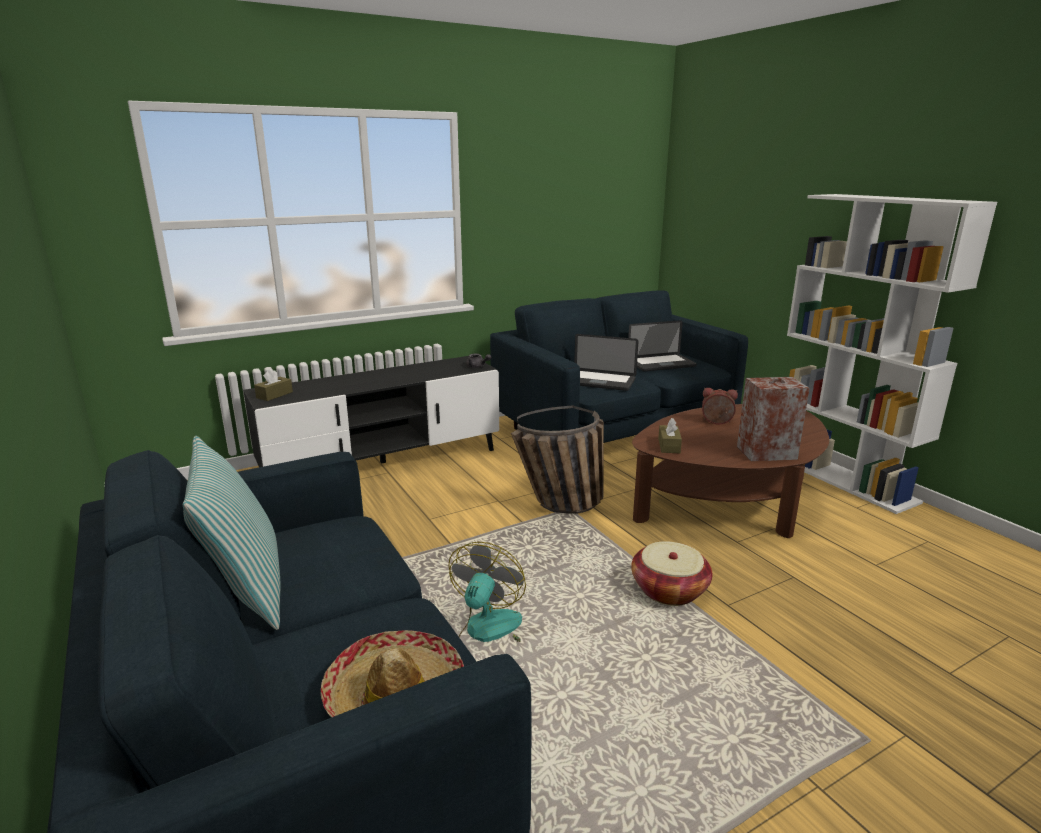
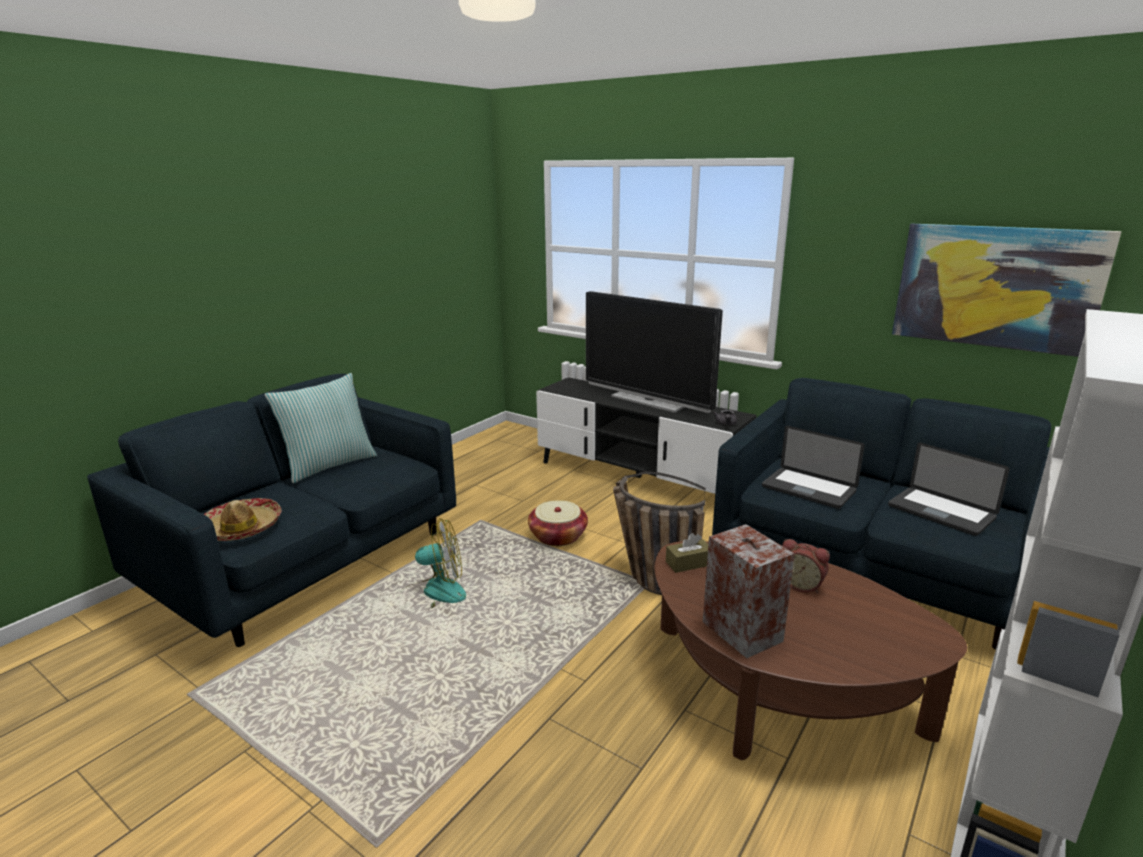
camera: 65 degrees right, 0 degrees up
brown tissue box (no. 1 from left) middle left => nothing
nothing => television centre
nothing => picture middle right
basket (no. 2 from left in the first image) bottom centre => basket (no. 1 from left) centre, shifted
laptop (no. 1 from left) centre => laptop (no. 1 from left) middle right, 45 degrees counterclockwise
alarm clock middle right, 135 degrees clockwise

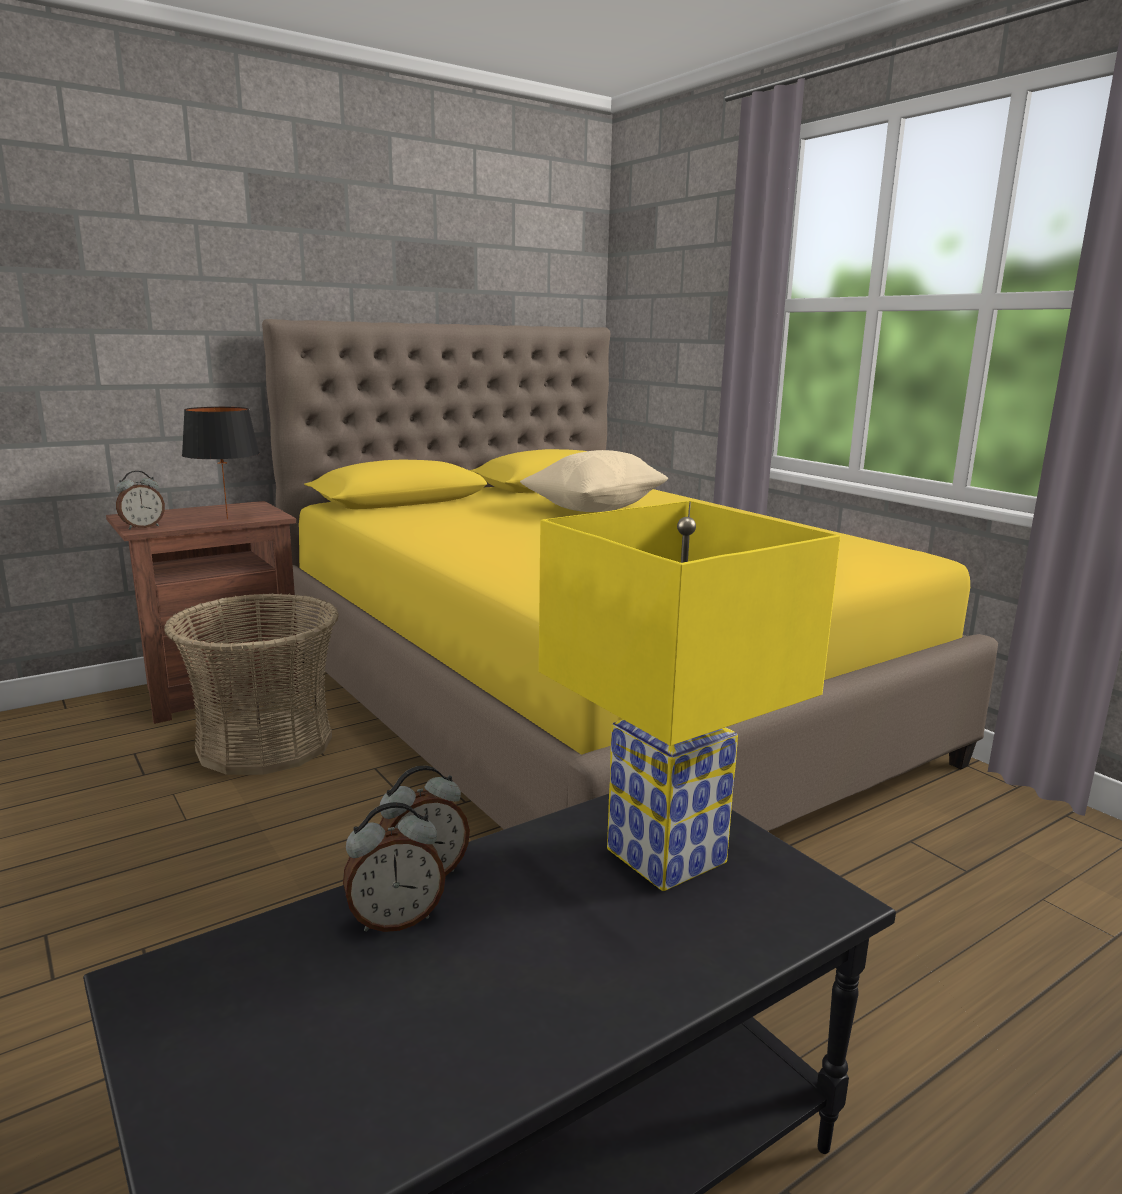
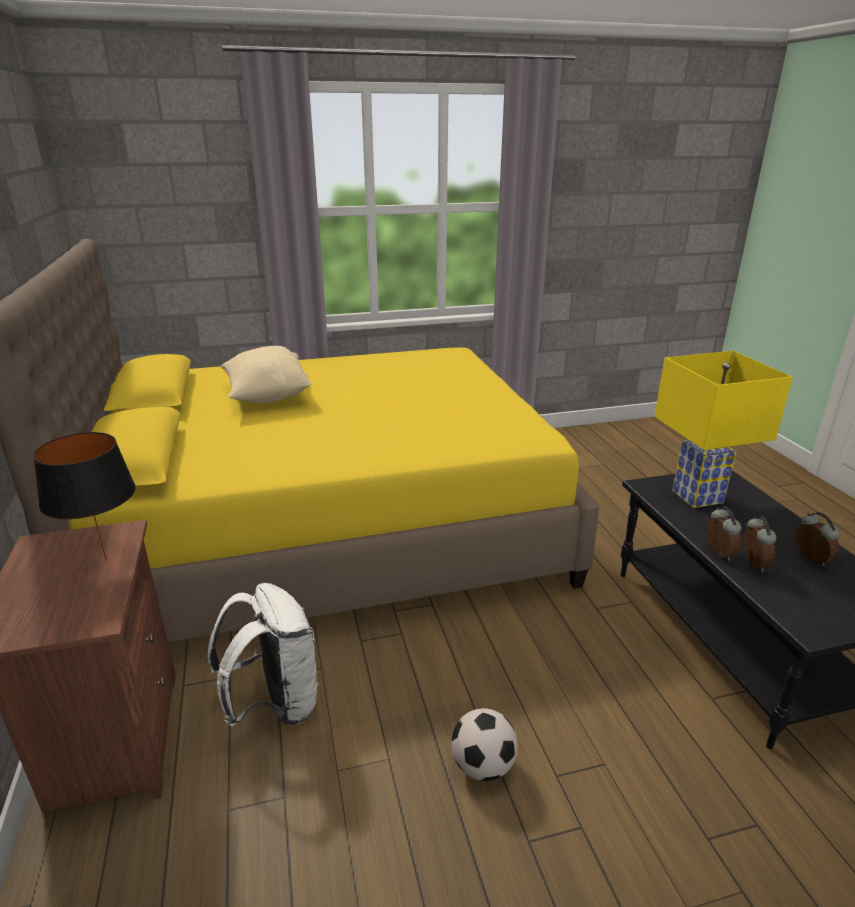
camera: 70 degrees left, 10 degrees up
nothing => football bottom centre
alarm clock (no. 1 from left in the first image) middle left => alarm clock (no. 3 from left) middle right, shifted
basket middle left => white backpack bottom left

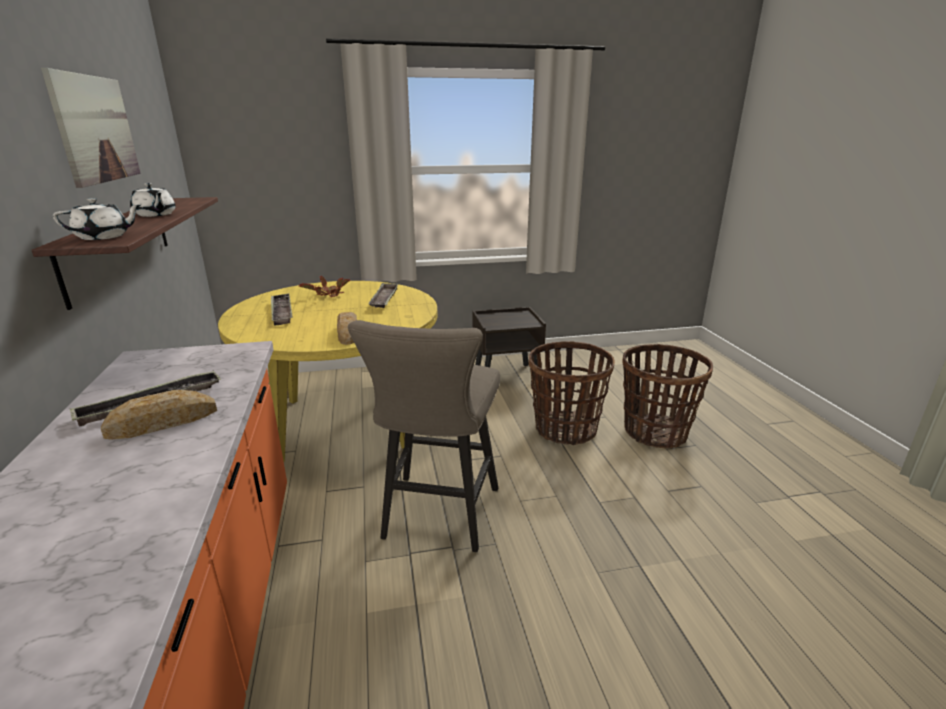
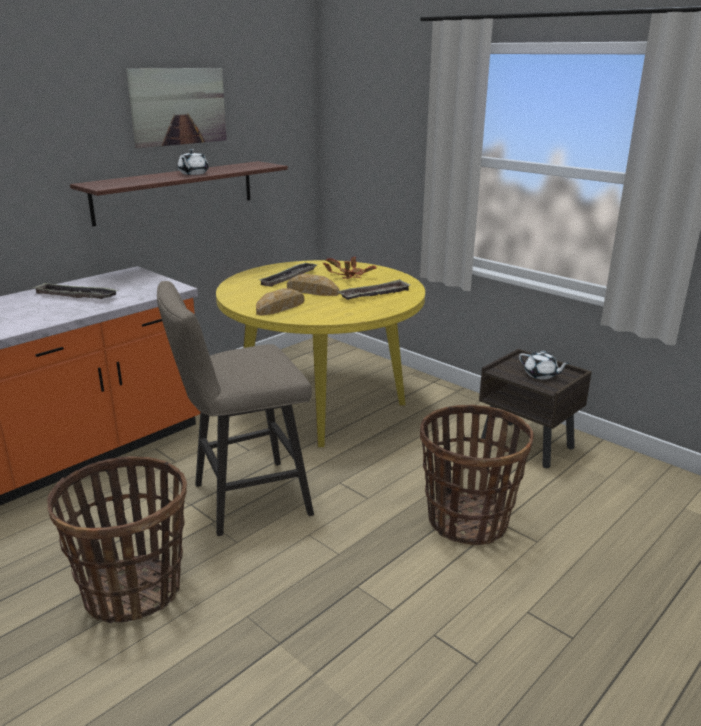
camera: 55 degrees right, 0 degrees up
white teapot (no. 1 from left in the first image) top left => white teapot (no. 2 from left) middle right, shifted
bread (no. 1 from left in the first image) middle left => bread (no. 2 from left) centre, shifted
basket (no. 2 from left in the first image) middle right => basket (no. 1 from left) bottom left, shifted

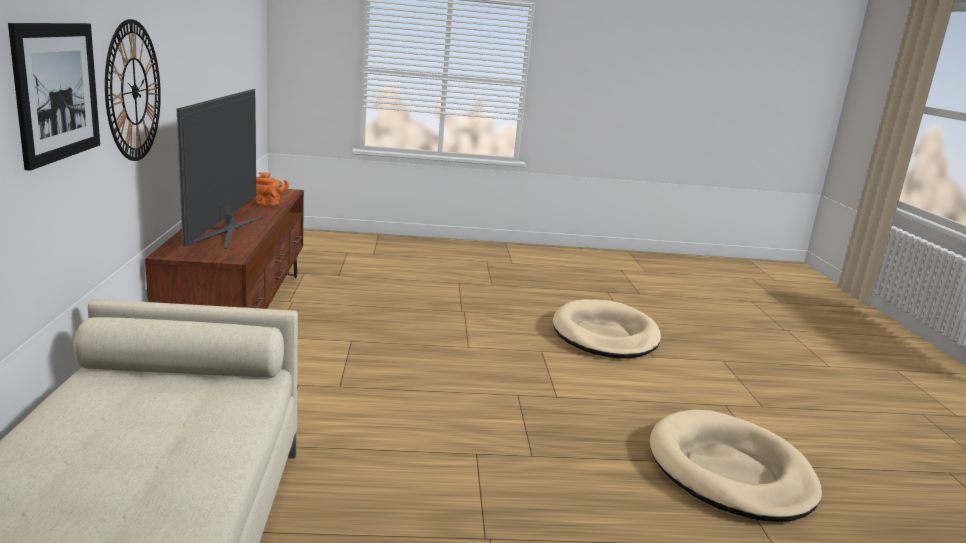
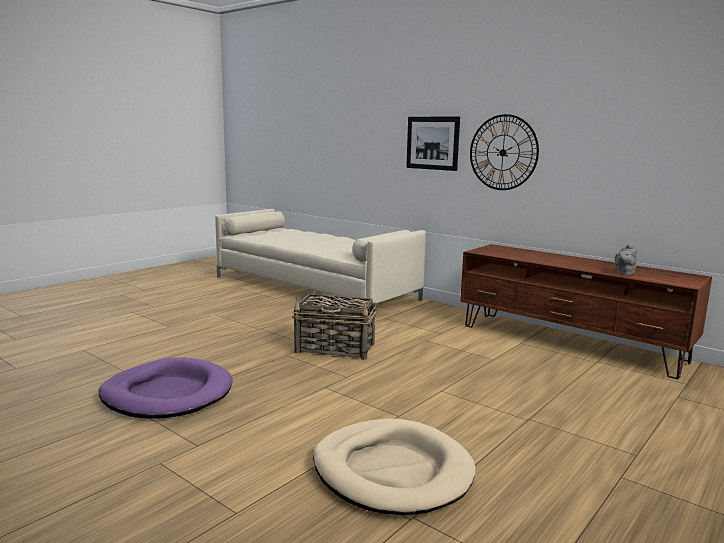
camera: 135 degrees right, 5 degrees down
television top left => nothing
nothing => basket centre
orange teapot middle left => grey teapot middle right
beige dog bed (no. 2 from left) bottom right => purple dog bed bottom left

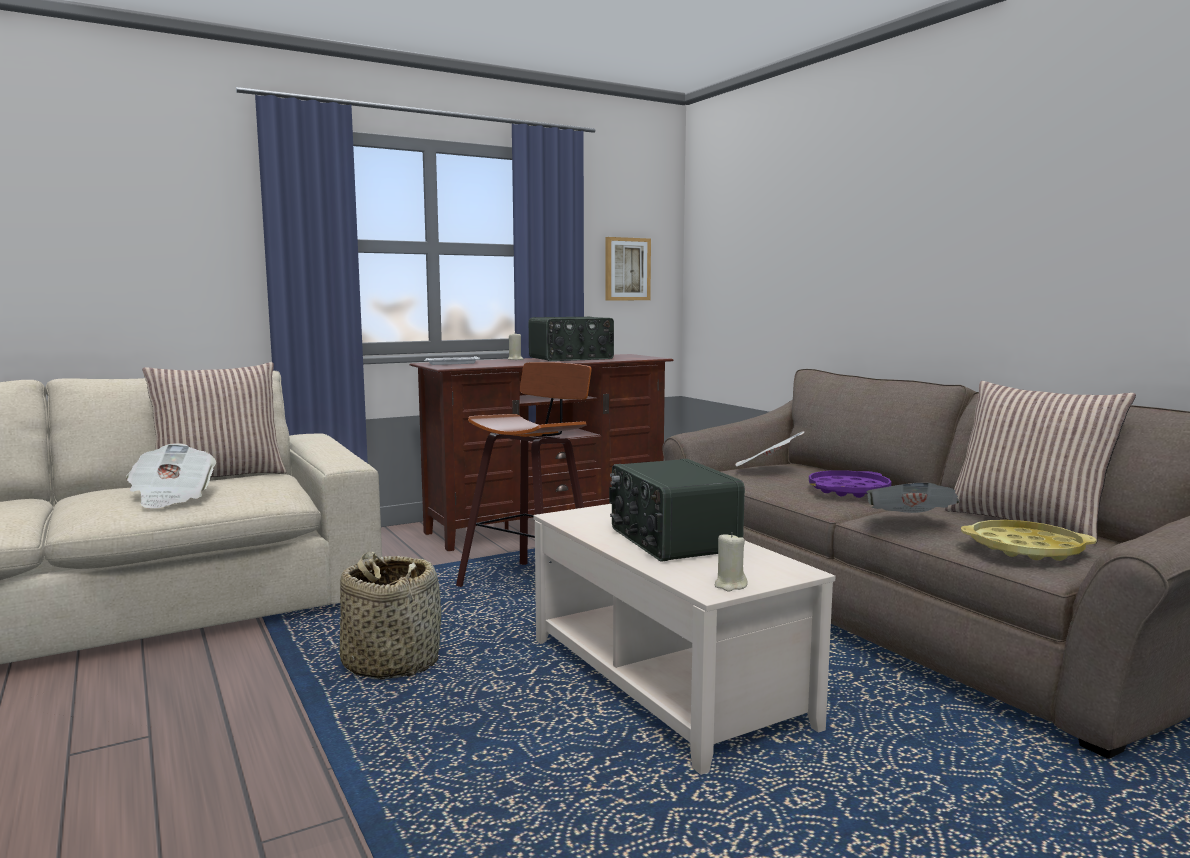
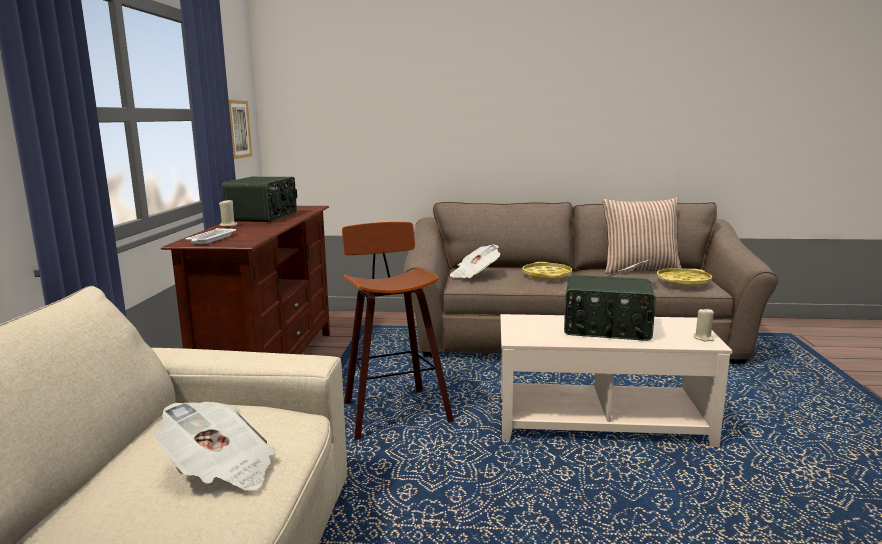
camera: 55 degrees left, 5 degrees up
pillow (no. 1 from left) middle left => nothing
basket bottom left => nothing
purple tray middle right => yellow tray (no. 1 from left) centre

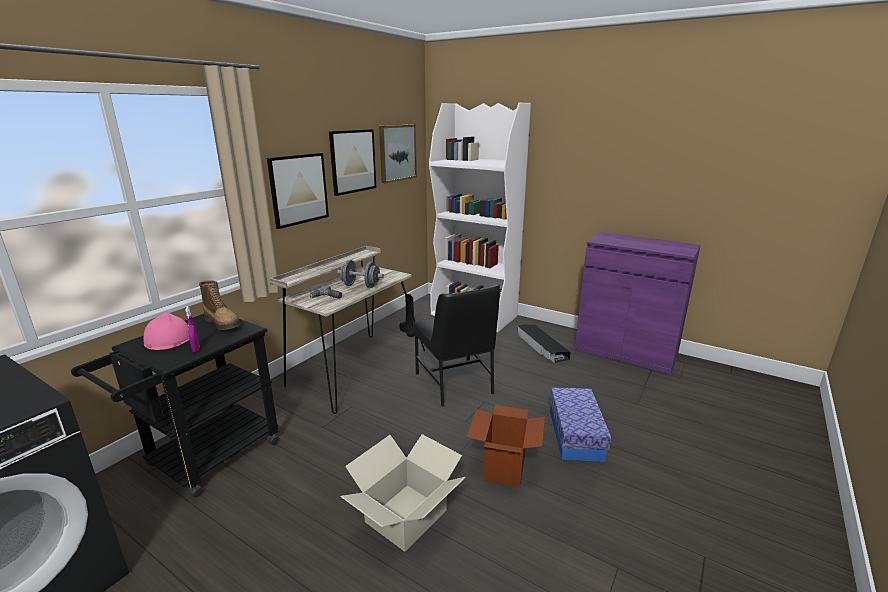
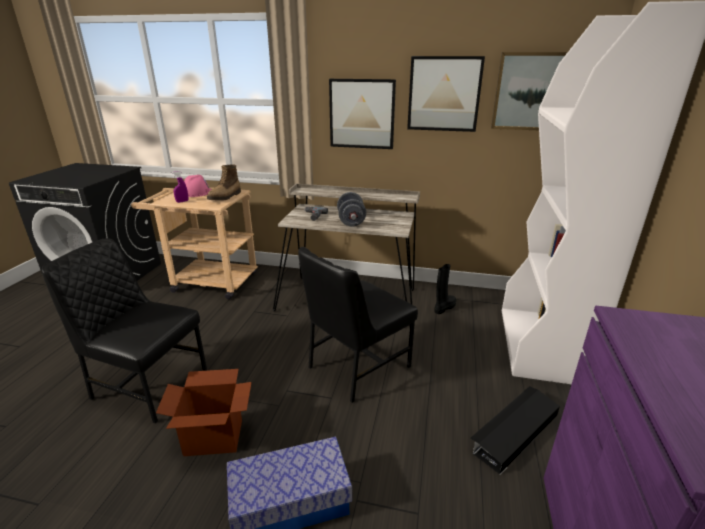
camera: 70 degrees right, 5 degrees up
cardboard box (no. 1 from left) bottom centre => black chair (no. 1 from left) middle left
black cart bottom left => beige cart middle left

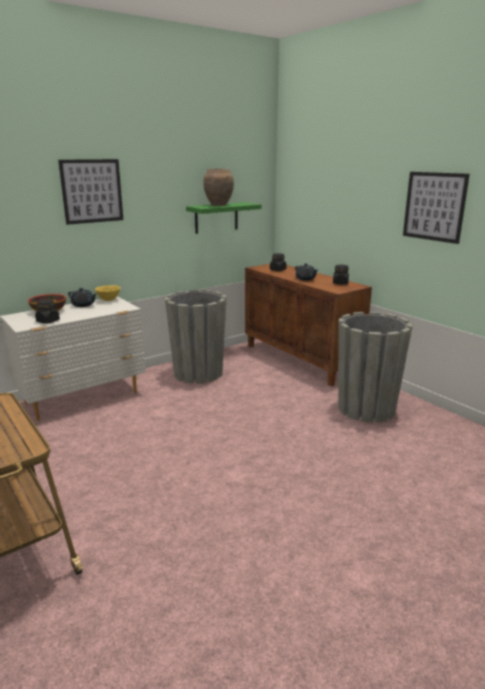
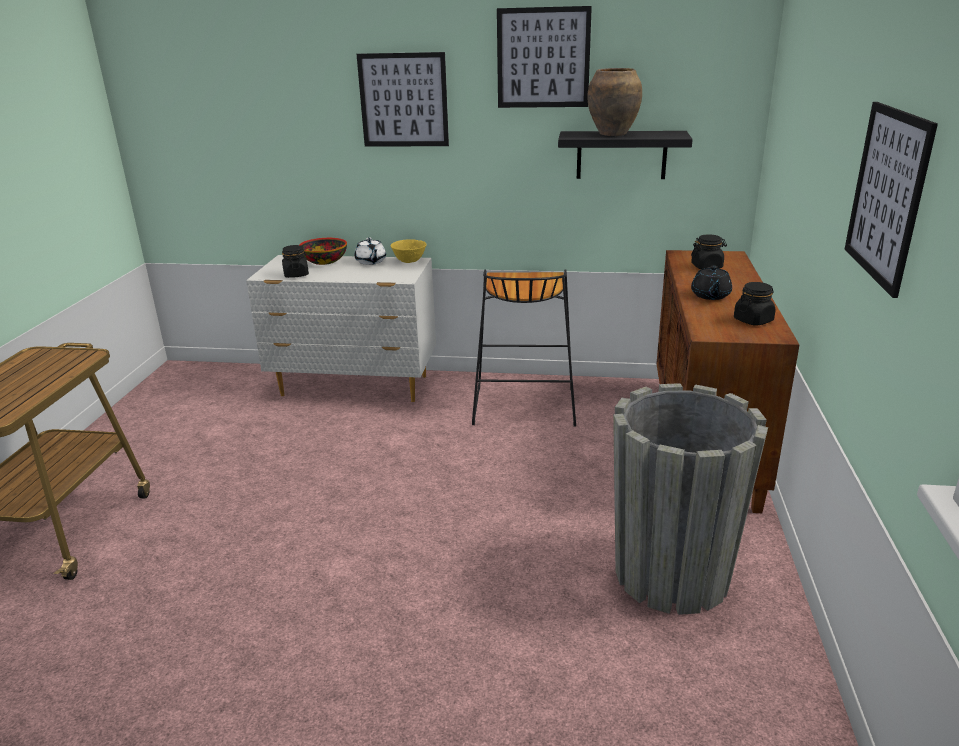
camera: 45 degrees right, 5 degrees up
nothing => picture (no. 2 from left) top centre
grey planter (no. 1 from left) centre => black stool centre
black teapot (no. 1 from left) middle left => white teapot centre
green shelf top centre => black shelf top centre

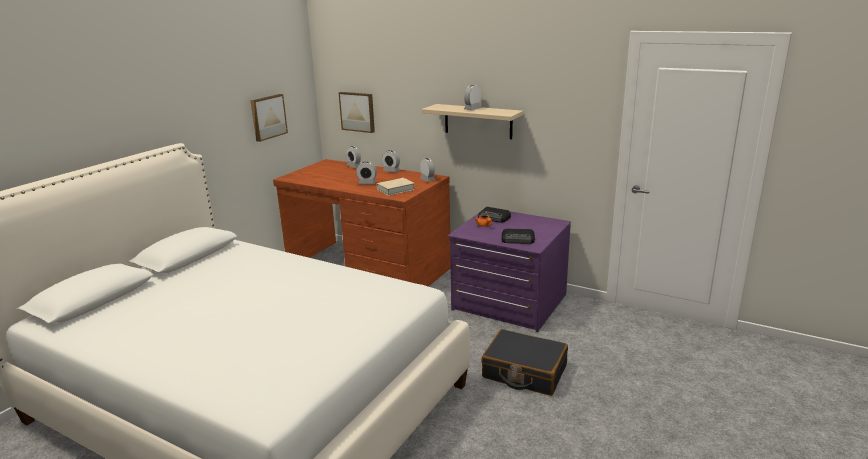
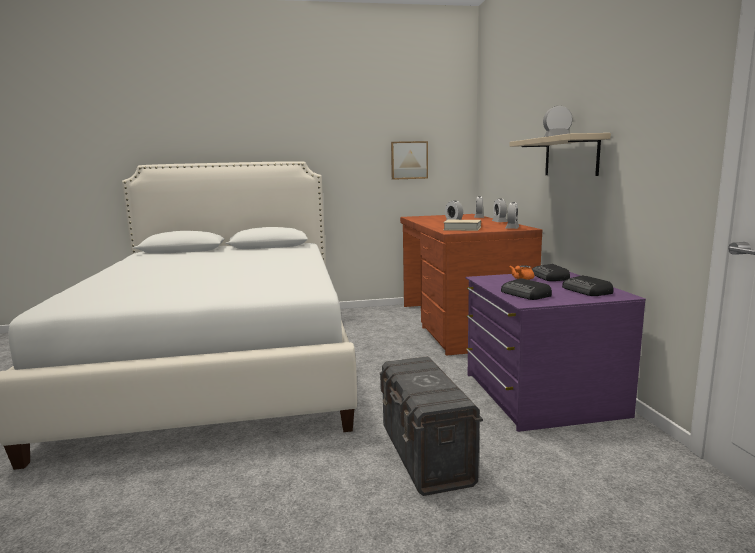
camera: 50 degrees right, 10 degrees down
picture (no. 2 from left) top centre => nothing
nothing => radio (no. 3 from left) middle right
black suitcase bottom centre => grey storage box bottom centre

